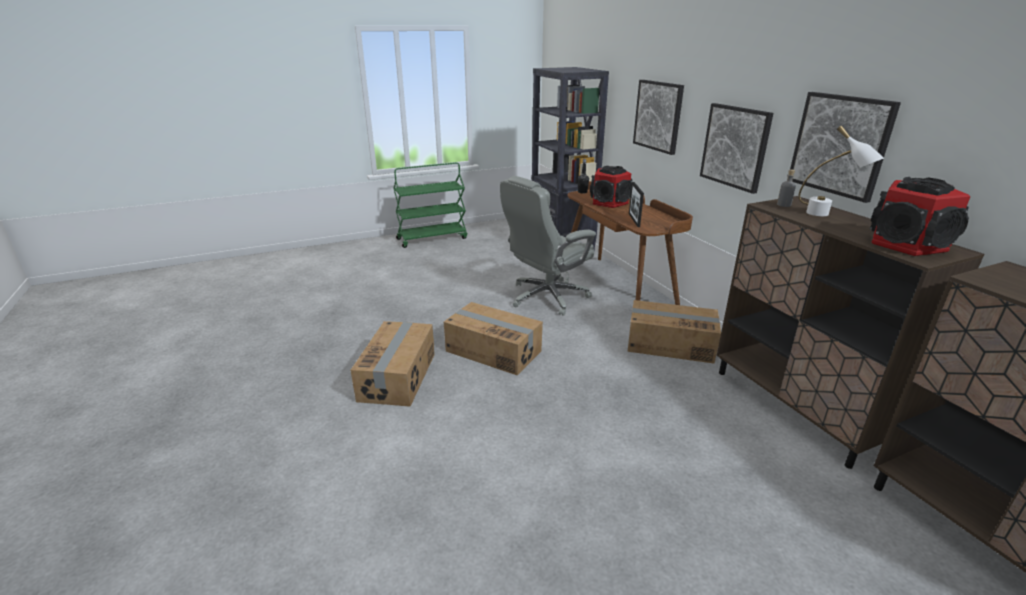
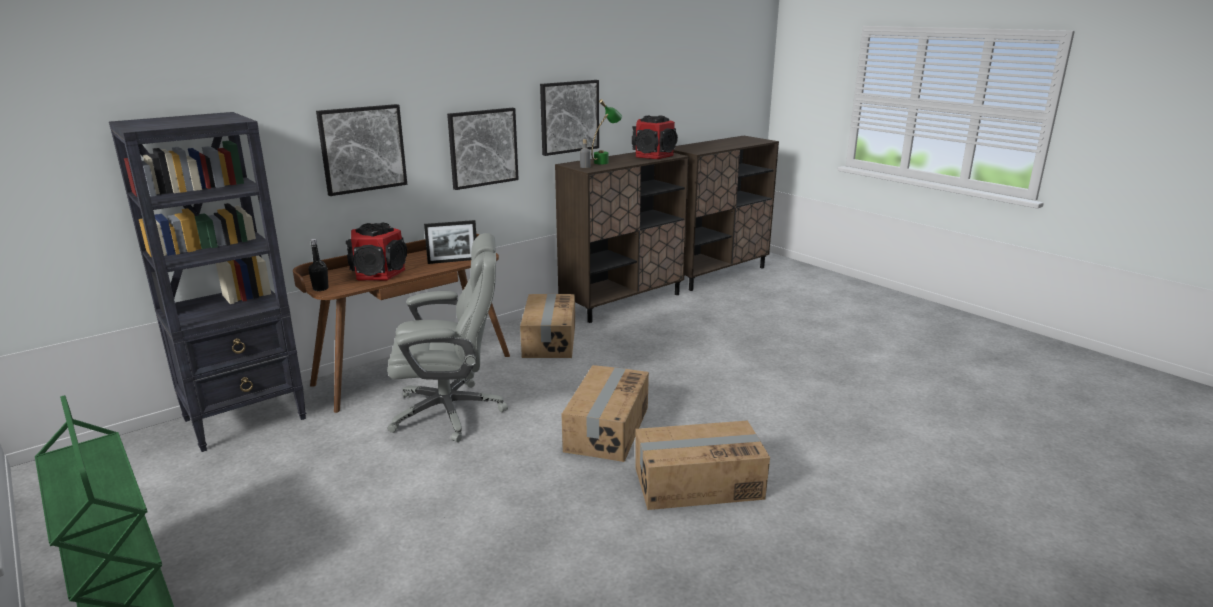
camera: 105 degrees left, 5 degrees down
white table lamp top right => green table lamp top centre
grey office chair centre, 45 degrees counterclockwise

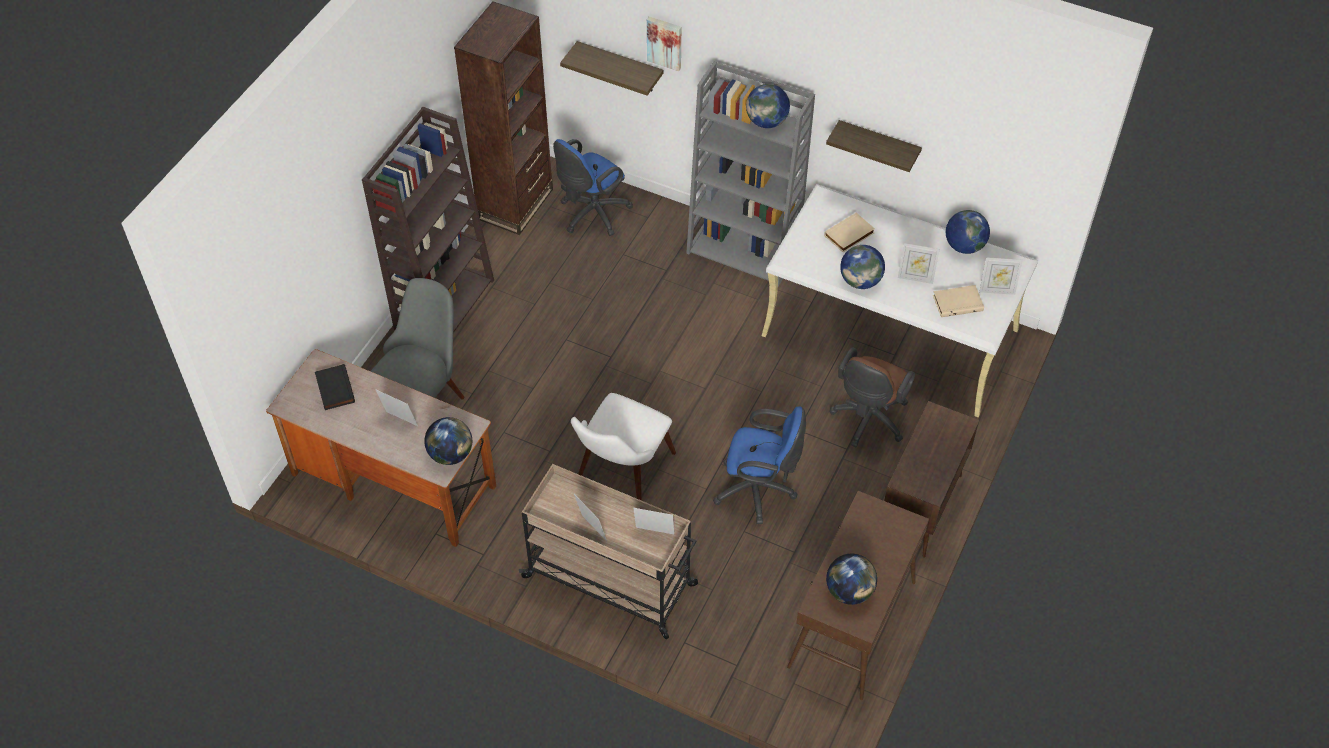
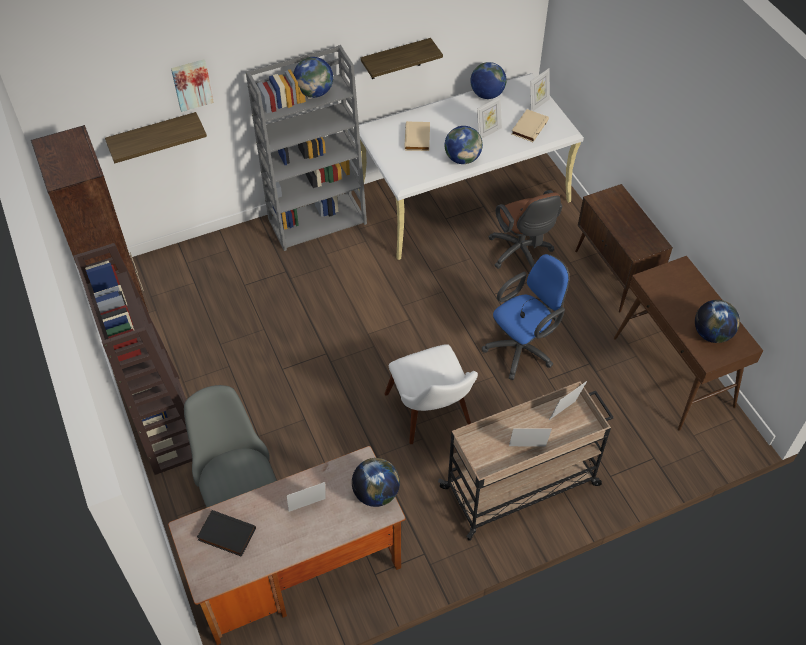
camera: 50 degrees left, 0 degrees up
blue office chair (no. 1 from left) top centre => nothing

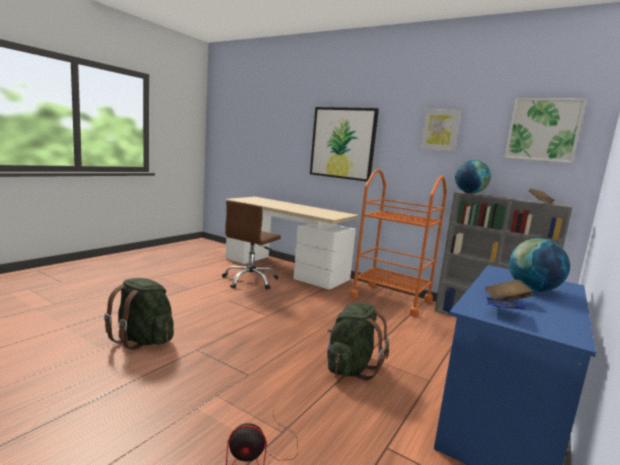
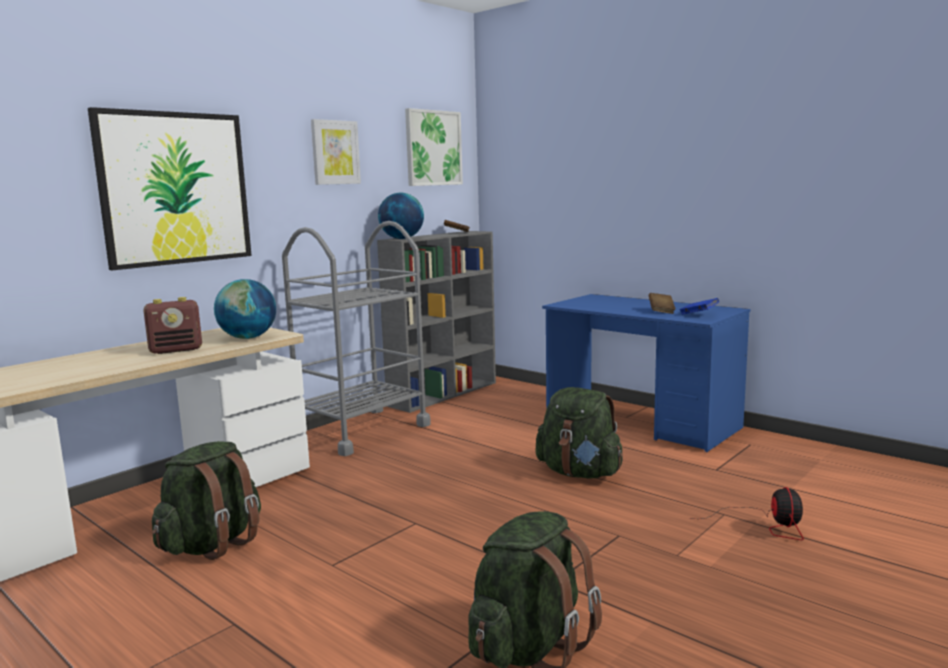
camera: 80 degrees left, 0 degrees up
nothing => radio middle left
globe (no. 2 from left in the first image) middle right => globe (no. 1 from left) middle left, shifted
brown office chair centre => green backpack (no. 1 from left) bottom left
orange cart centre => grey cart centre

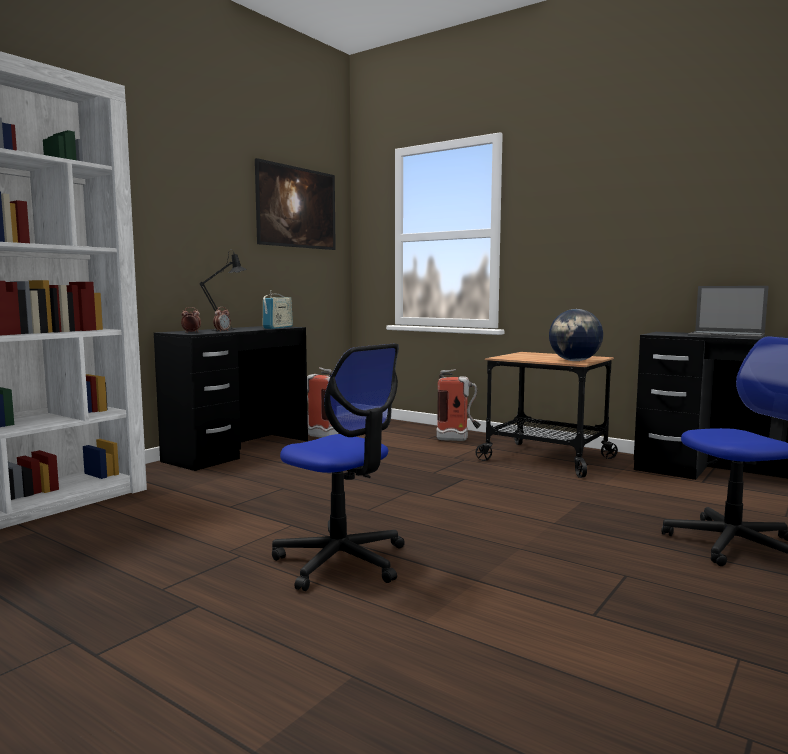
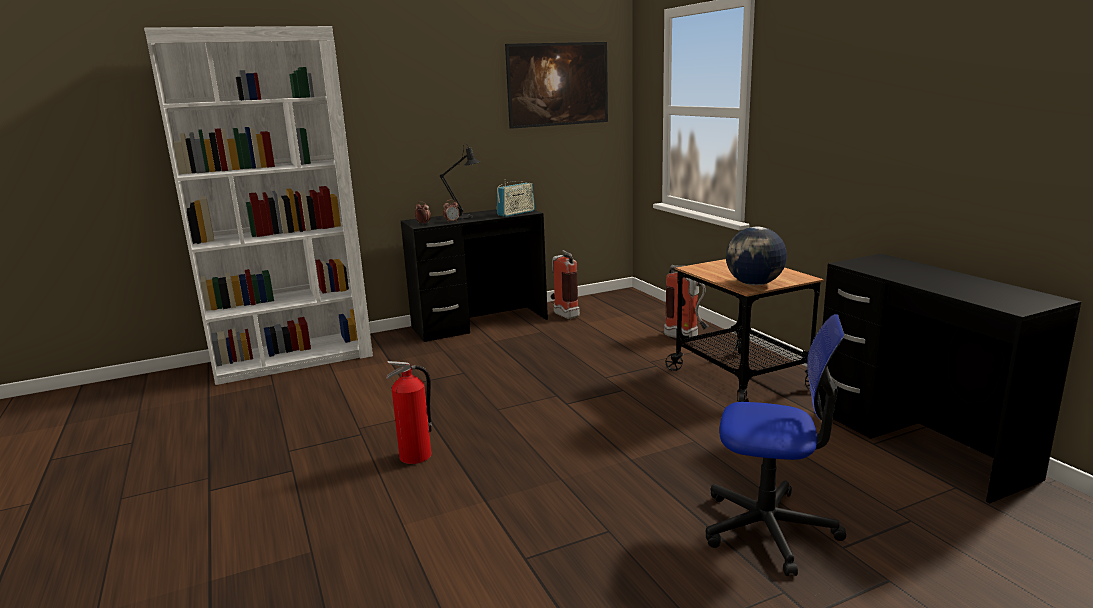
camera: 30 degrees right, 10 degrees up
laptop middle right => nothing
office chair (no. 1 from left) centre => fire extinguisher (no. 1 from left) bottom centre

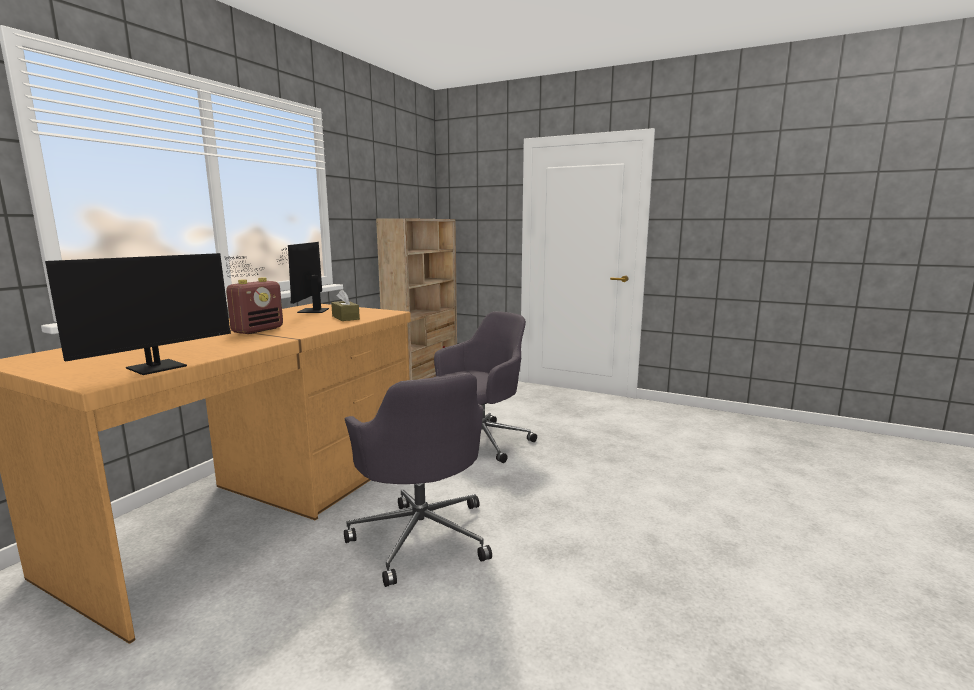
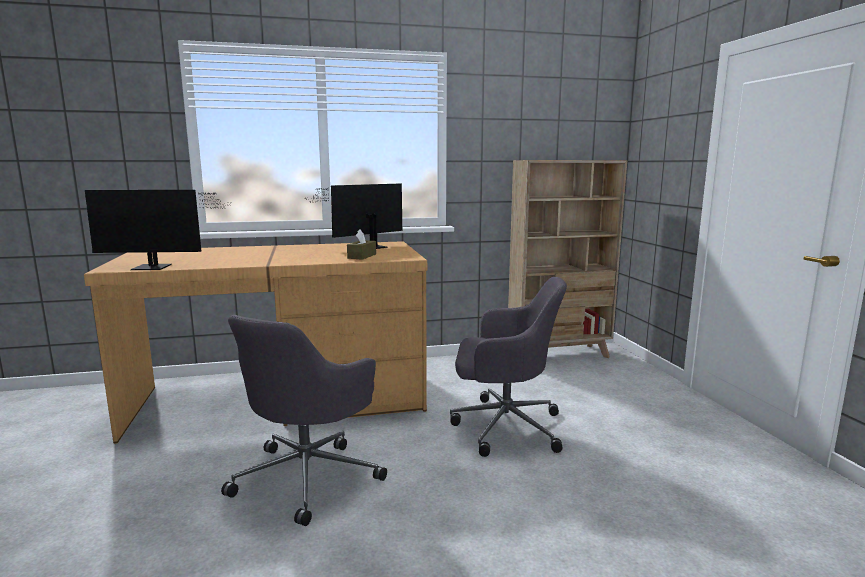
camera: 50 degrees right, 0 degrees up
radio middle left => nothing

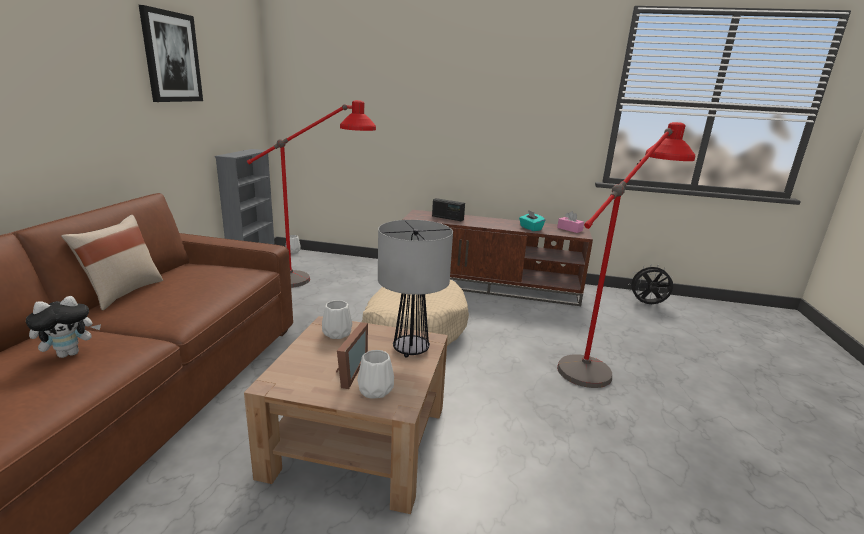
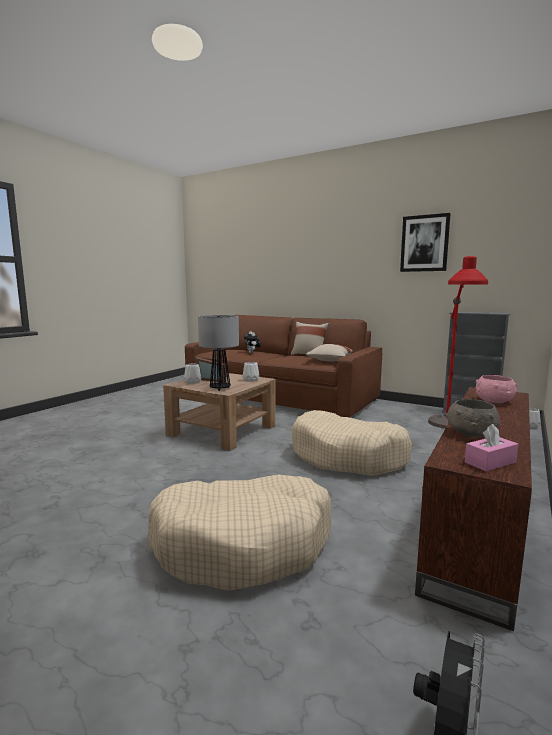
camera: 110 degrees right, 10 degrees down
nothing => beige pillow (no. 2 from left) centre
radio centre => pink bowl middle right
turquoise tissue box centre => grey bowl middle right
red floor lamp (no. 2 from left) middle right => beige dog bed (no. 1 from left) bottom centre

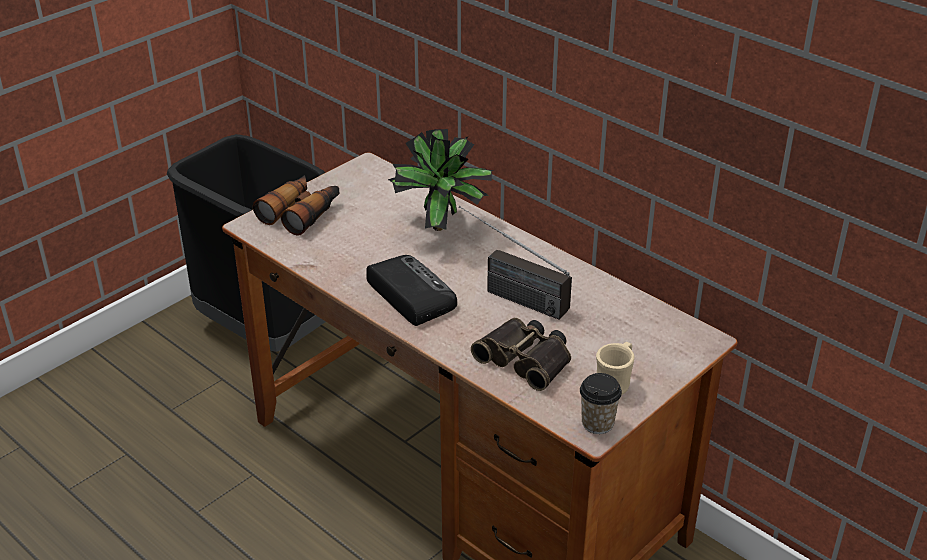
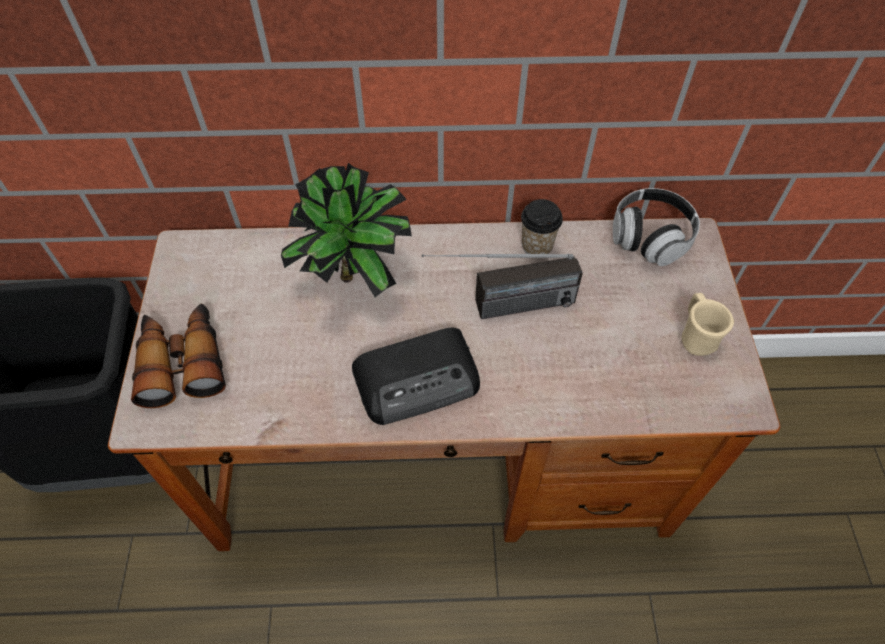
camera: 45 degrees left, 20 degrees up
binoculars (no. 2 from left) centre => nothing
nothing => headphones middle right
cup bottom centre => cup centre, shifted
radio (no. 1 from left) centre, 150 degrees clockwise

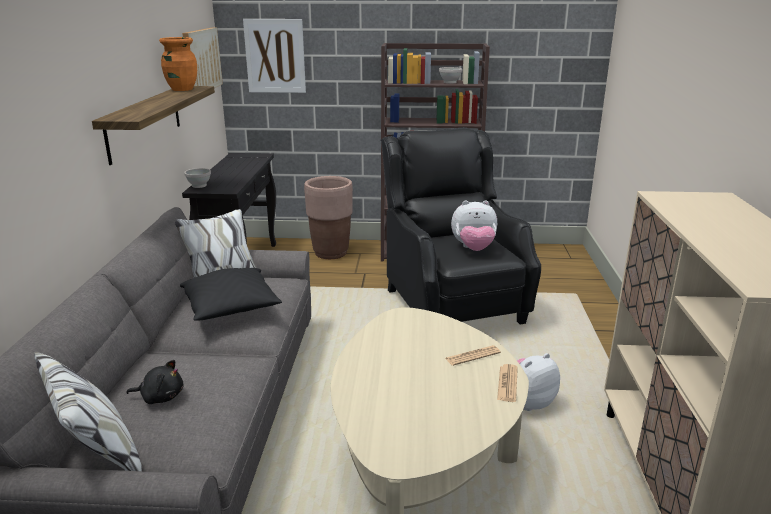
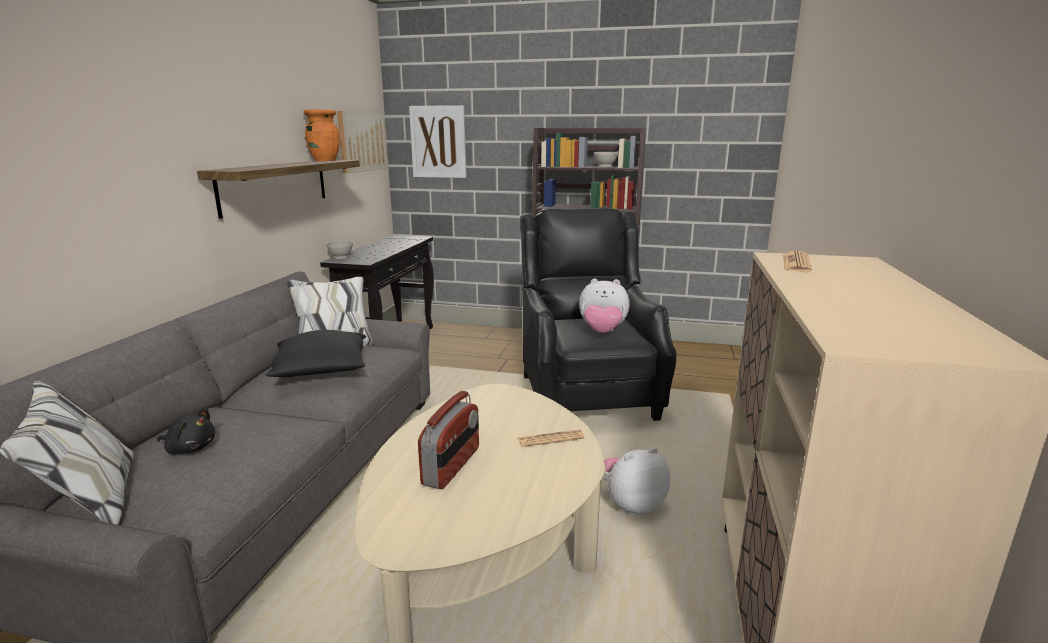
camera: 10 degrees right, 5 degrees down
brown planter centre => nothing
nothing => radio bottom centre
newspaper (no. 2 from left) bottom centre => newspaper (no. 2 from left) middle right, shifted

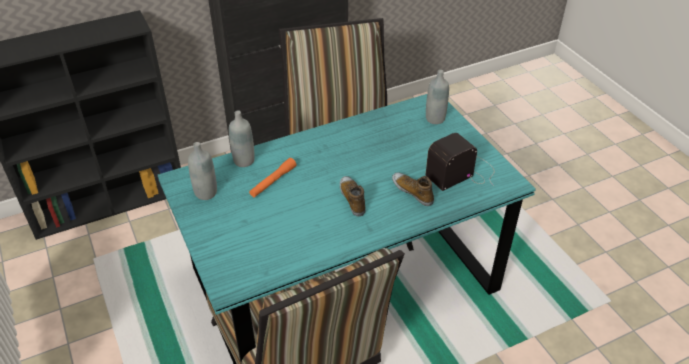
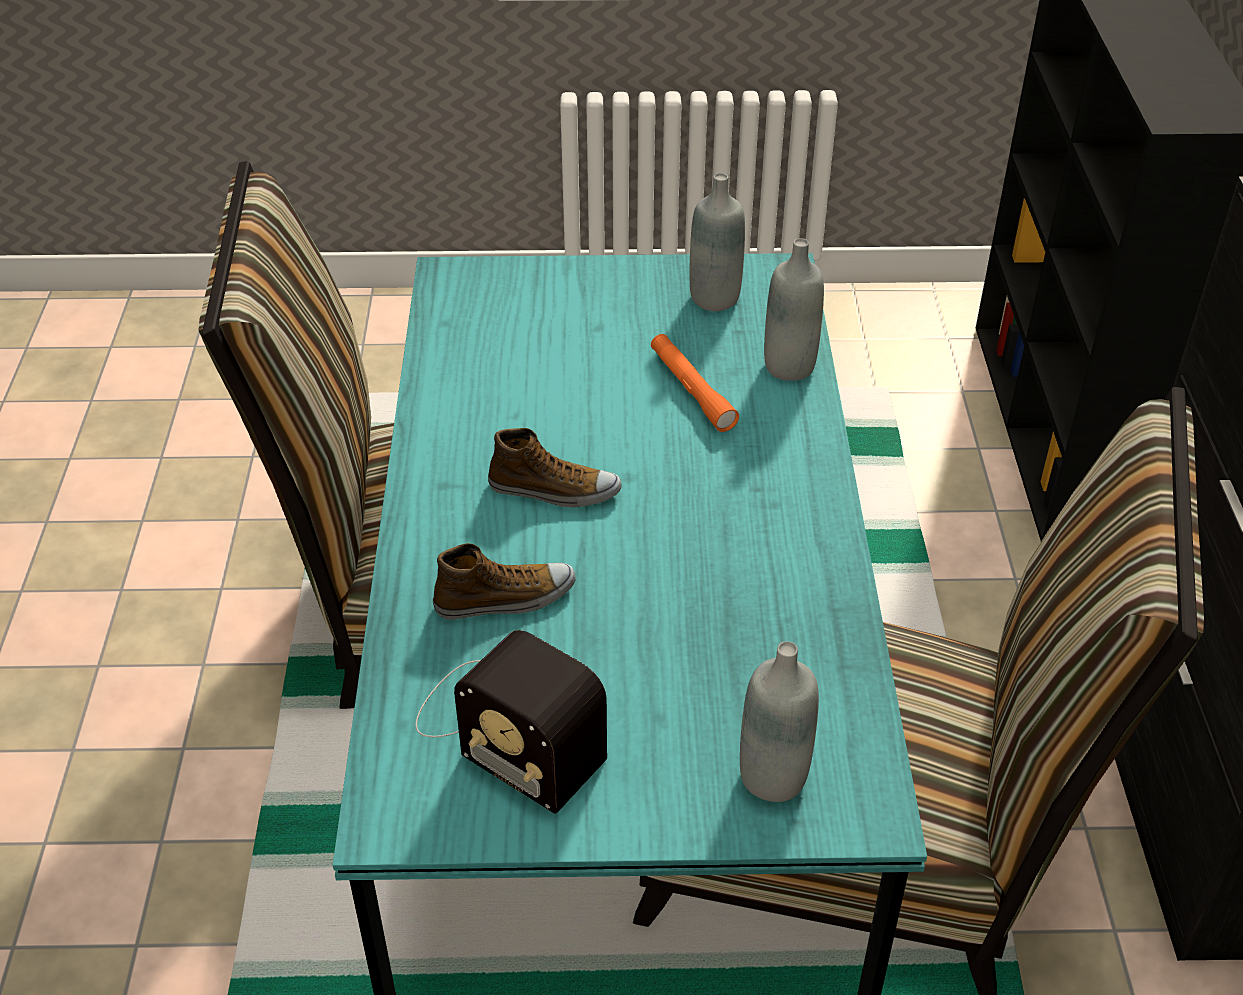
camera: 115 degrees right, 0 degrees up
radio centre => radio bottom centre, 135 degrees clockwise

